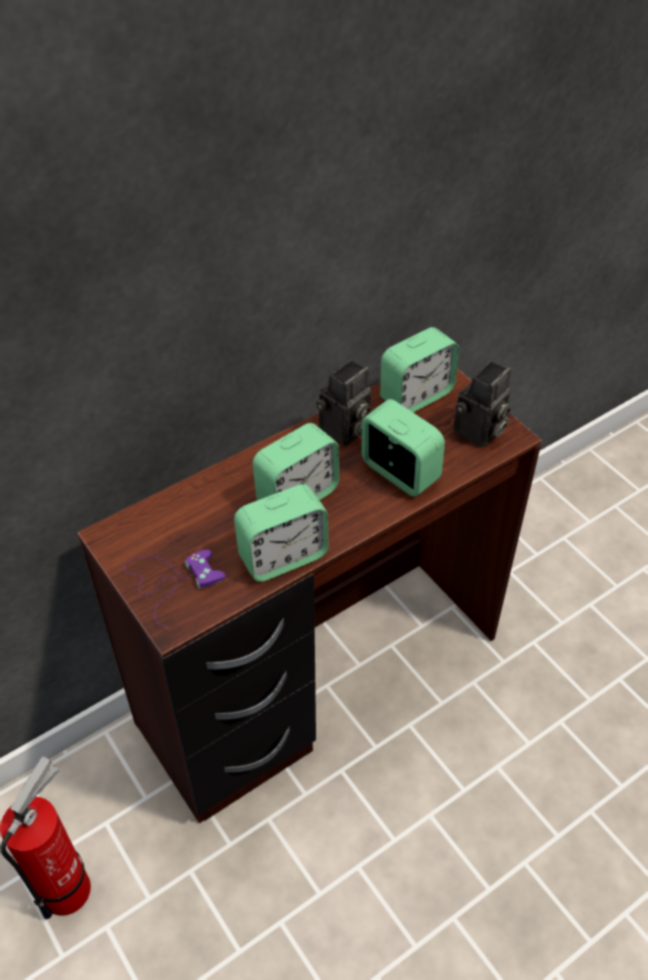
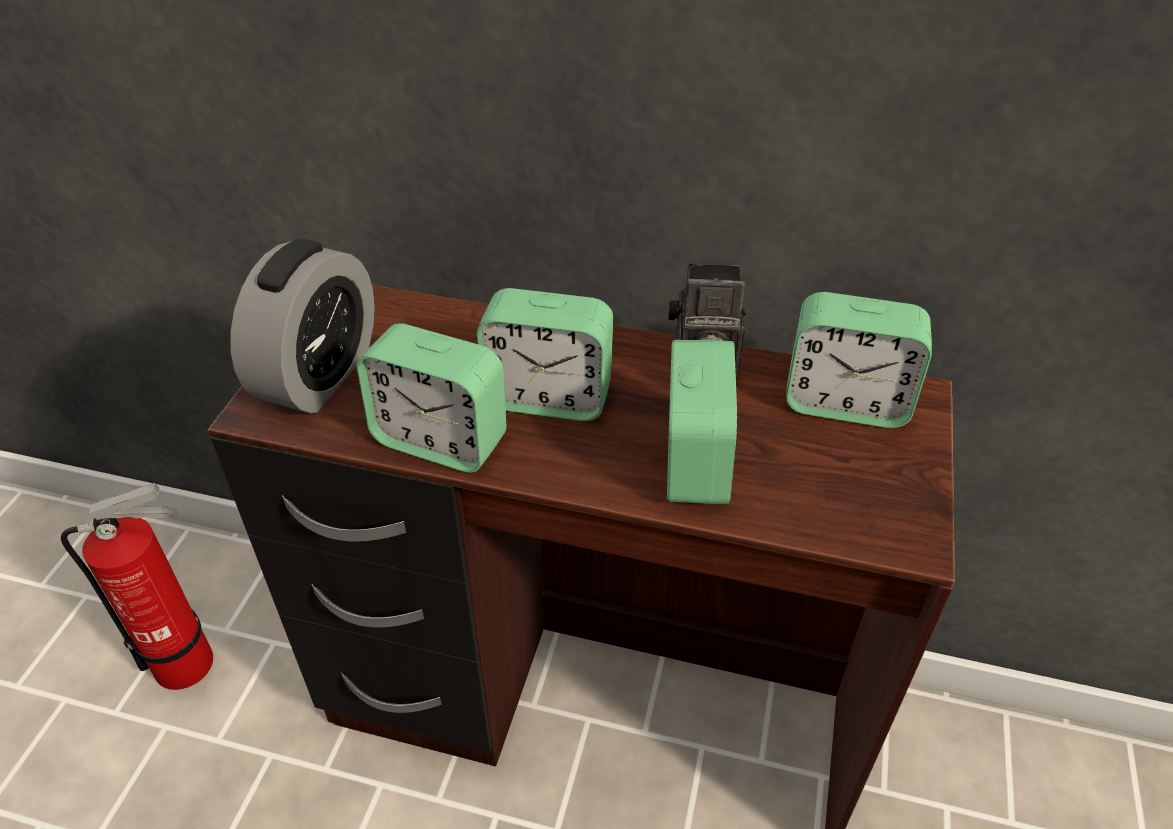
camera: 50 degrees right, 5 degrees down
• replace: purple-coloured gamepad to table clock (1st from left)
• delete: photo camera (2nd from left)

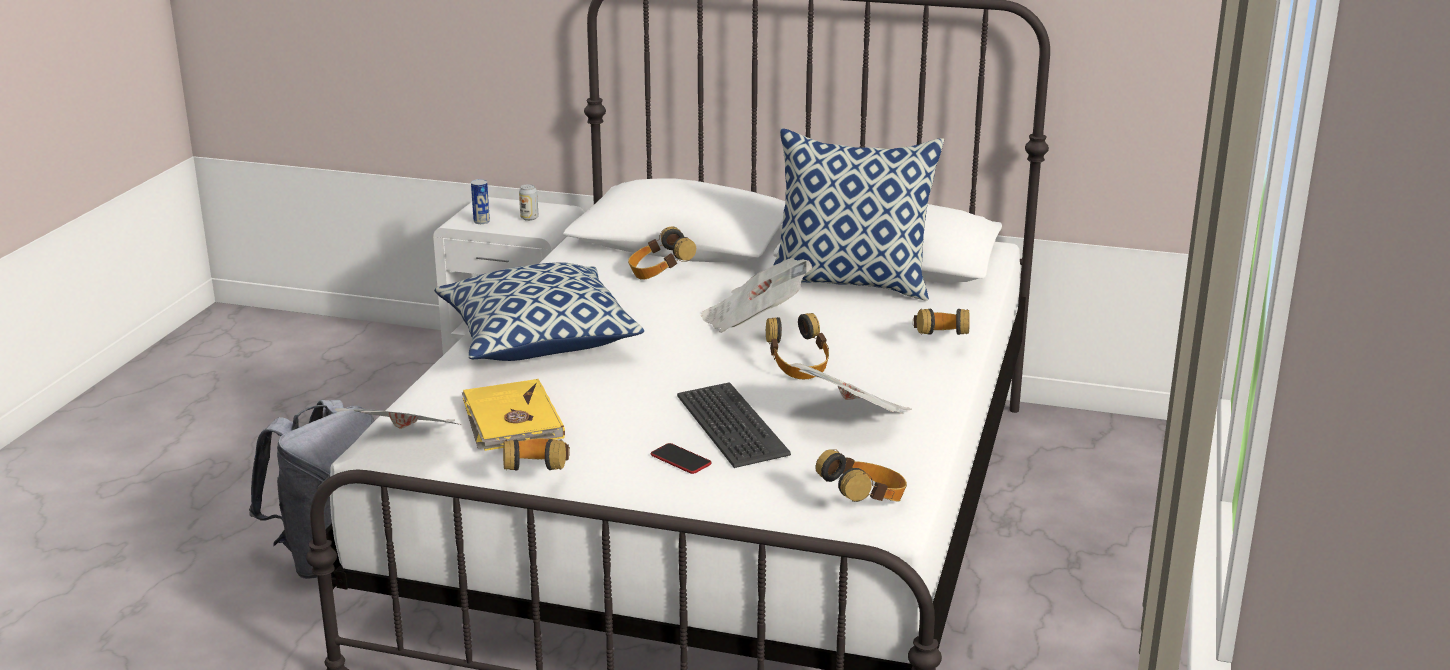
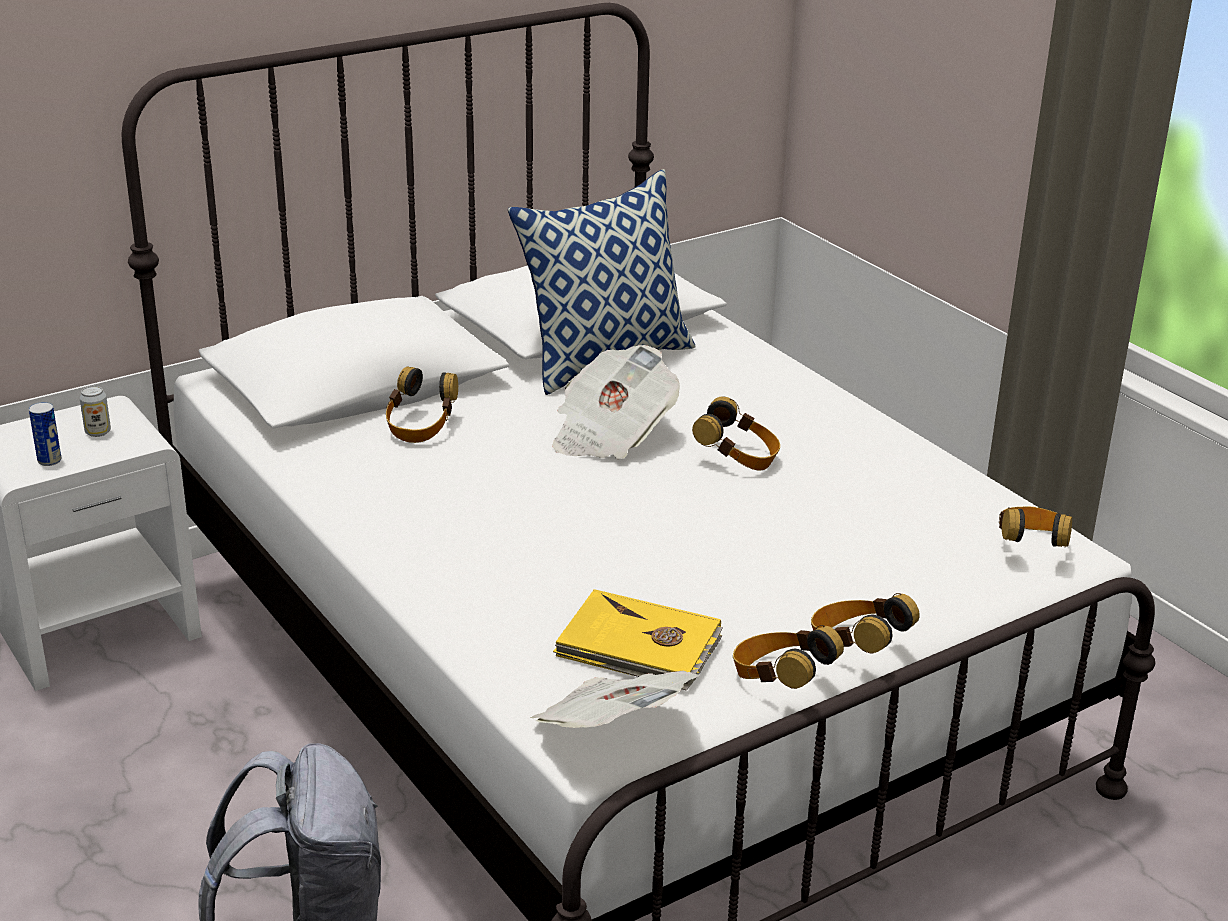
camera: 50 degrees left, 5 degrees up
• move: headphones (5th from left in the first image) to headphones (4th from left)
• delete: throw pillow (1st from left)
• delete: telephone
• delete: computer keyboard
• delete: newspaper (3rd from left)

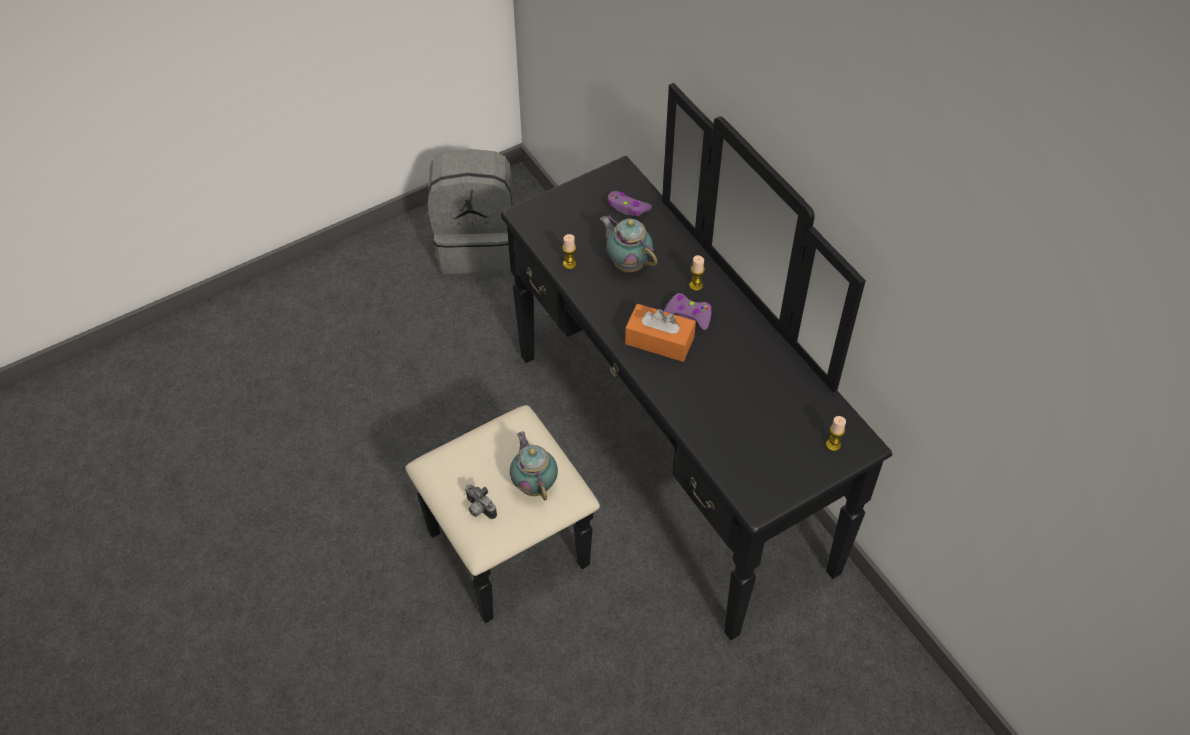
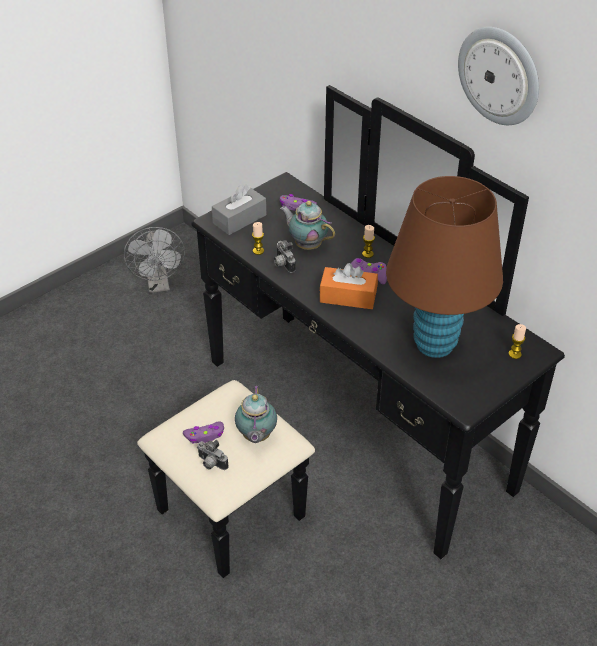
camera: 10 degrees left, 10 degrees down
• replace: gray knapsack to gray fan
• insert: purple-coloured gamepad (1st from left)
• insert: gray box of tissues
• rotate: tea pot (1st from left) 150 degrees counterclockwise
• insert: photo camera (2nd from left)
• insert: brownish lamp for a table
• insert: hanging clock

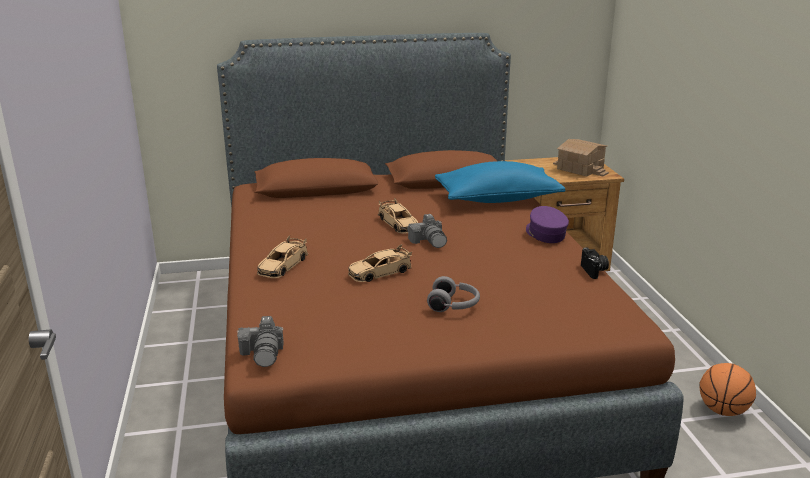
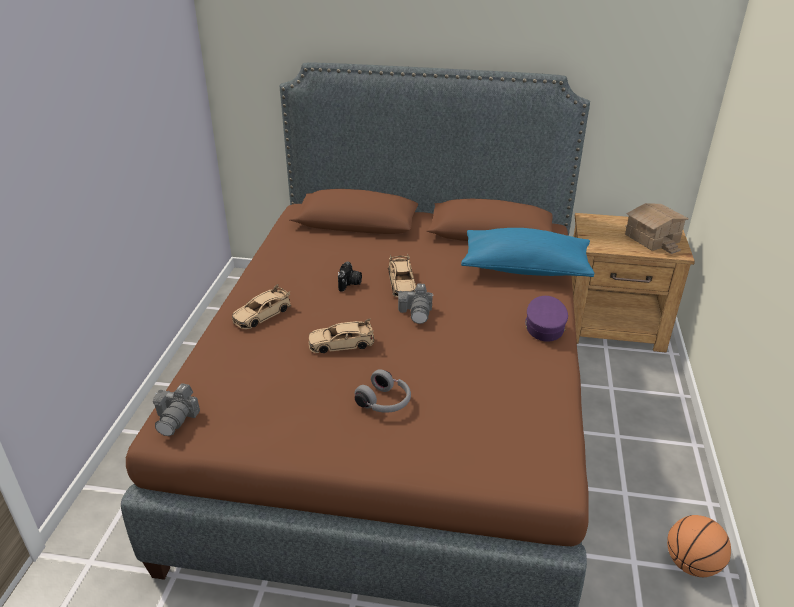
camera: 20 degrees right, 10 degrees up
• move: photo camera (3rd from left in the first image) to photo camera (2nd from left)

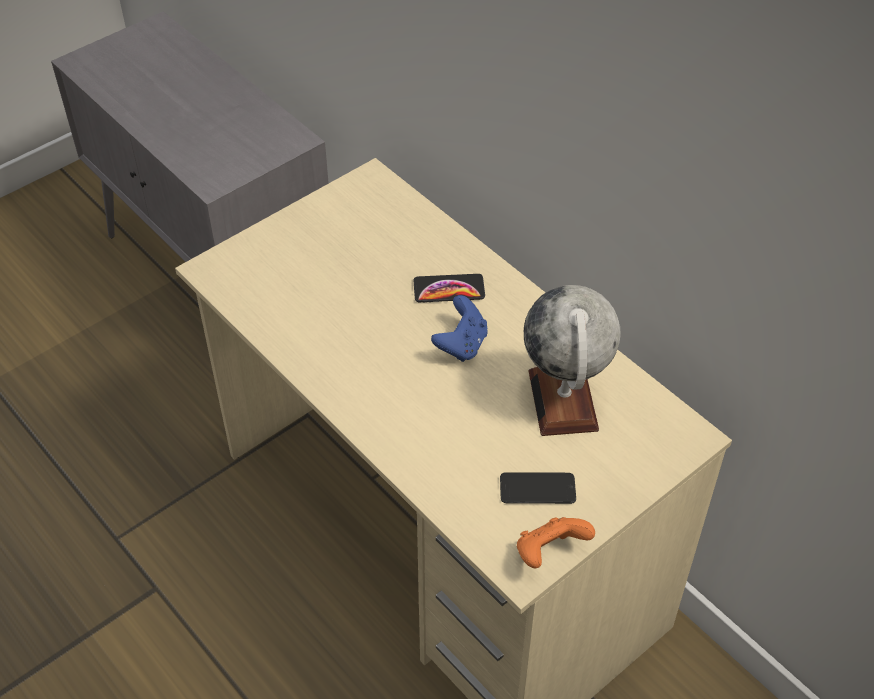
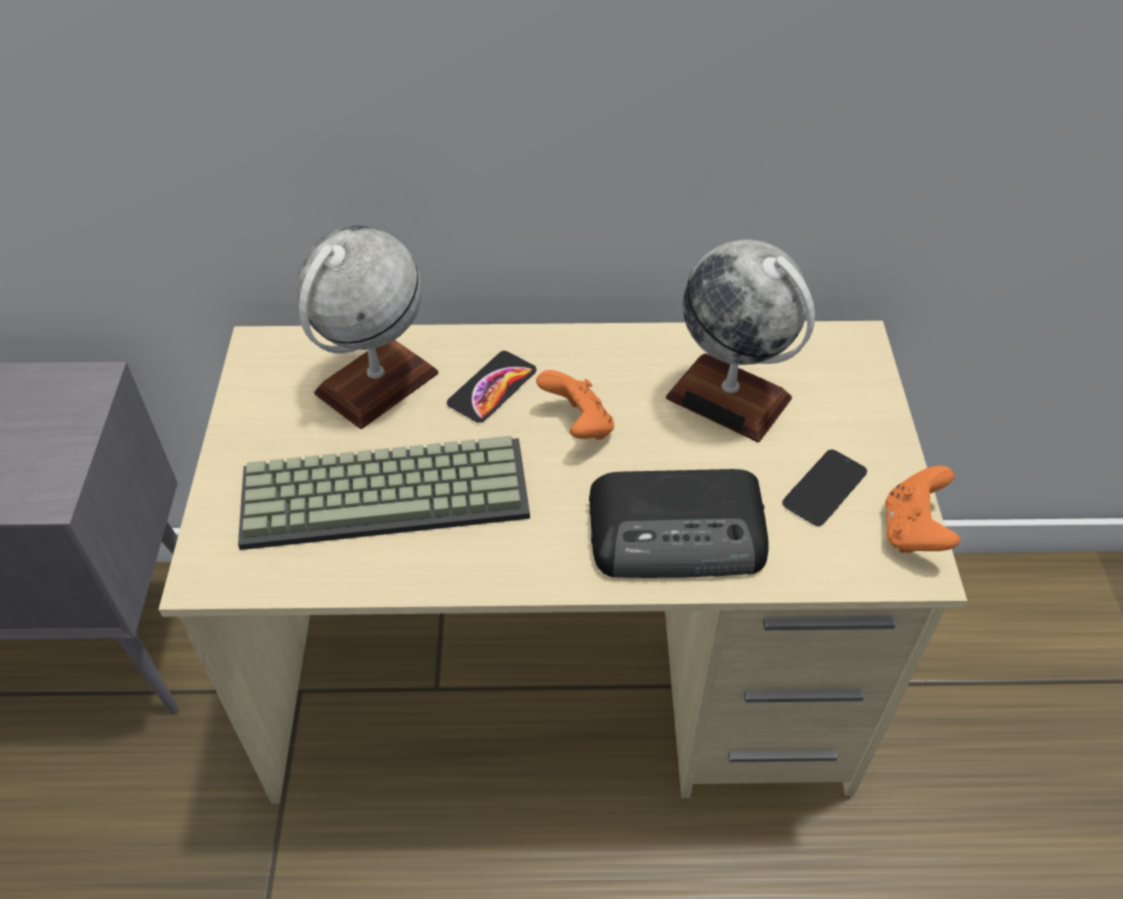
camera: 50 degrees left, 0 degrees up
• insert: computer keyboard
• insert: desk globe (1st from left)
• recolor: bluish gamepad to orangey gamepad (1st from left)
• insert: radio

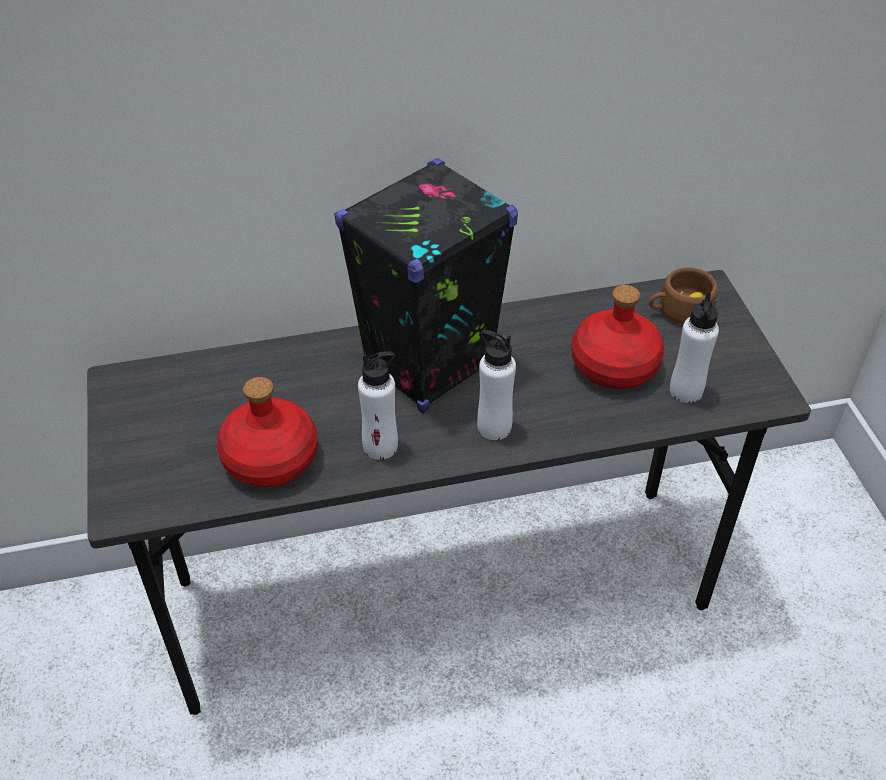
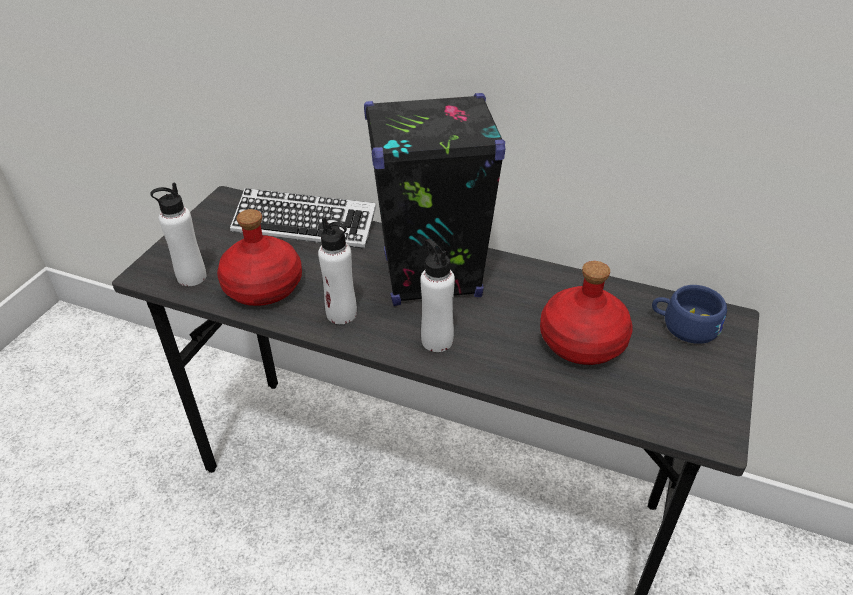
camera: 35 degrees right, 5 degrees down
• move: whitish drink bottle (3rd from left in the first image) to whitish drink bottle (1st from left)
• insert: computer keyboard
• recolor: brownish small cup to bluish small cup

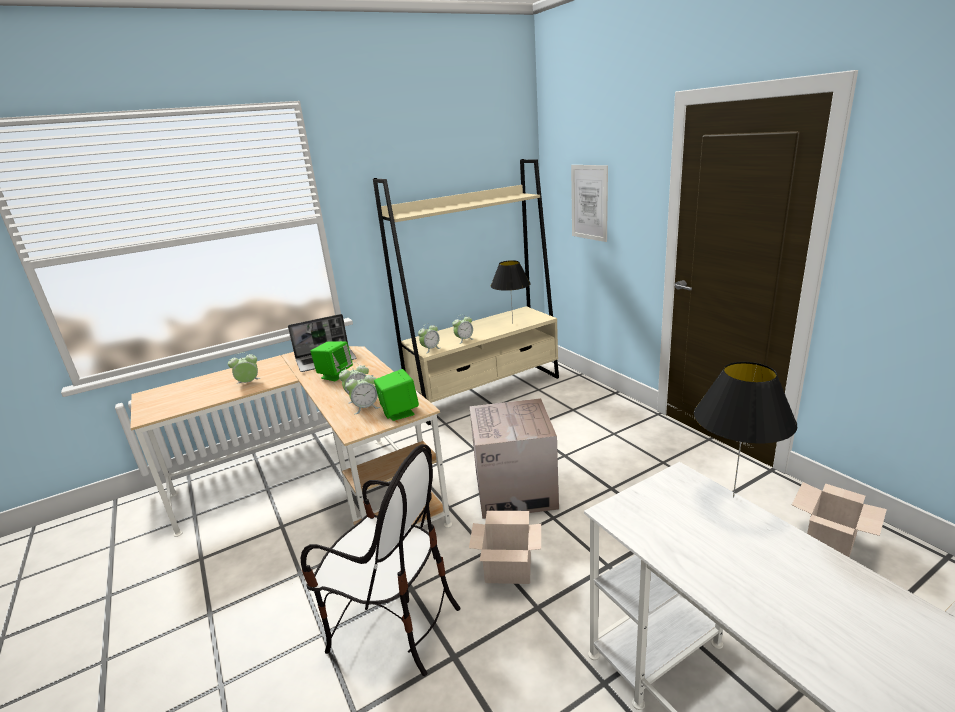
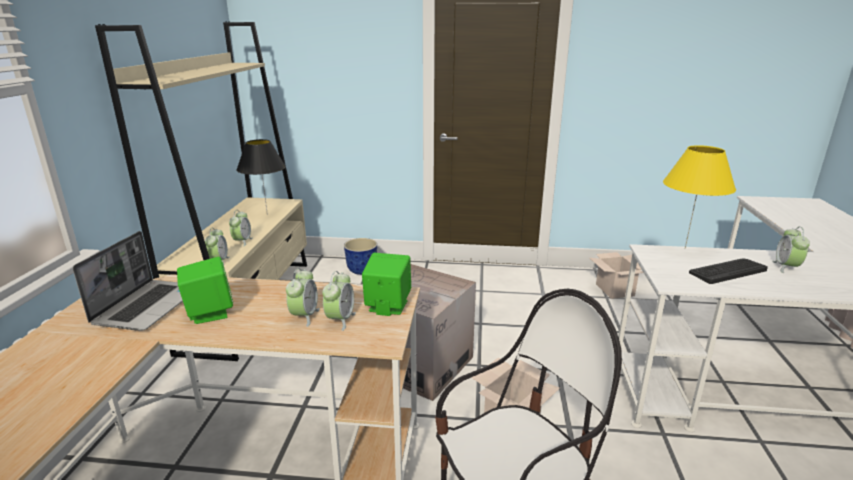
camera: 55 degrees left, 0 degrees up
• insert: plant pot
• recolor: black-coloured lamp for a table (2nd from left) to yellow-coloured lamp for a table
• insert: computer keyboard
• move: table clock (1st from left in the first image) to table clock (5th from left)
• delete: wall picture

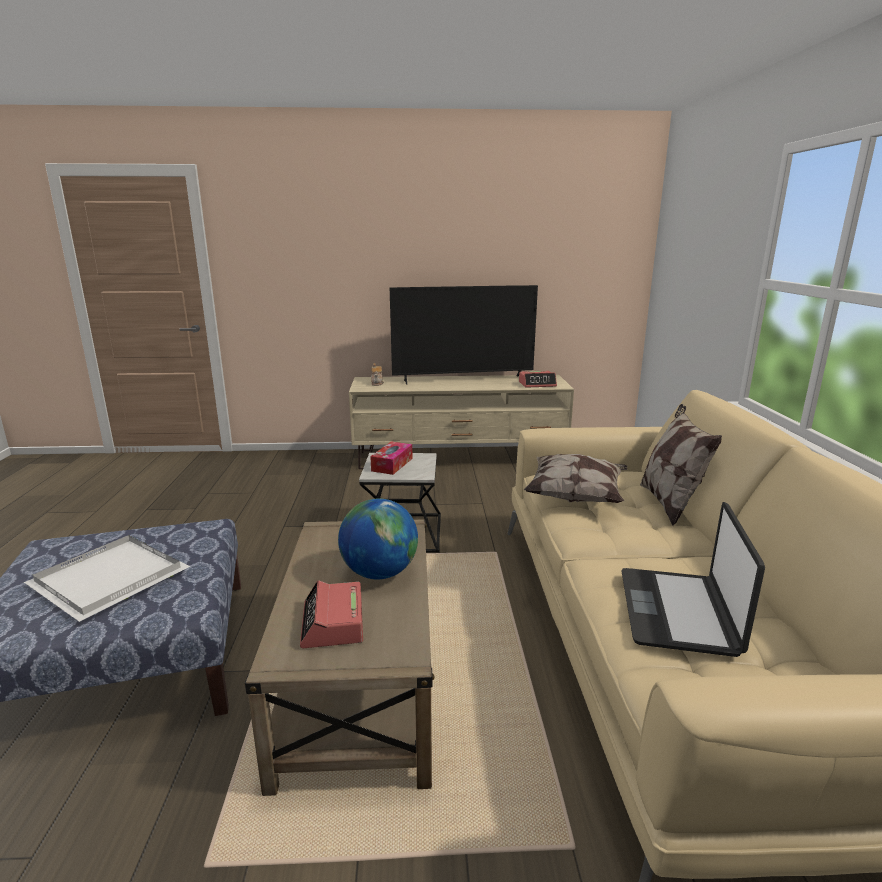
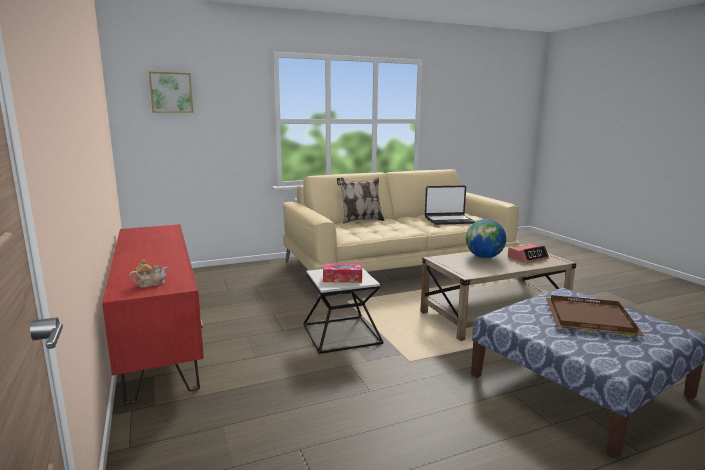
camera: 110 degrees left, 5 degrees down
• recolor: beige tv unit to reddish tv unit
• insert: wall picture
• recolor: whitish serving tray to brownish serving tray
• delete: TV
• delete: table clock (2nd from left)
• delete: throw pillow (1st from left)

